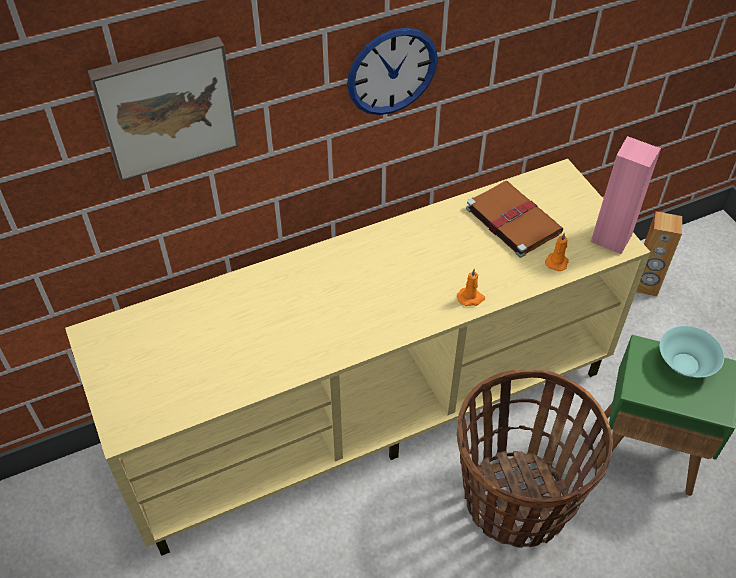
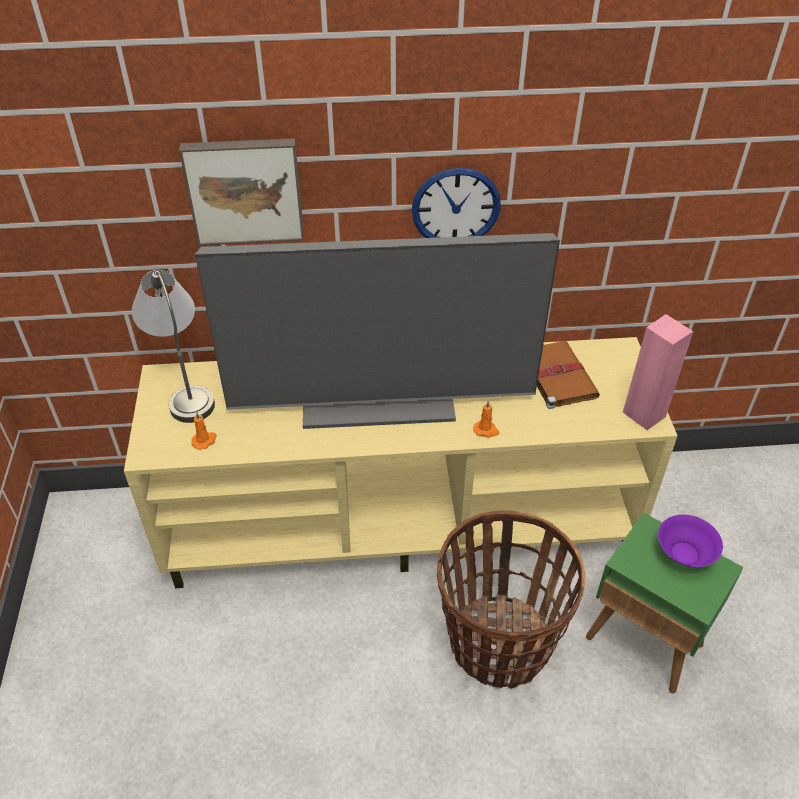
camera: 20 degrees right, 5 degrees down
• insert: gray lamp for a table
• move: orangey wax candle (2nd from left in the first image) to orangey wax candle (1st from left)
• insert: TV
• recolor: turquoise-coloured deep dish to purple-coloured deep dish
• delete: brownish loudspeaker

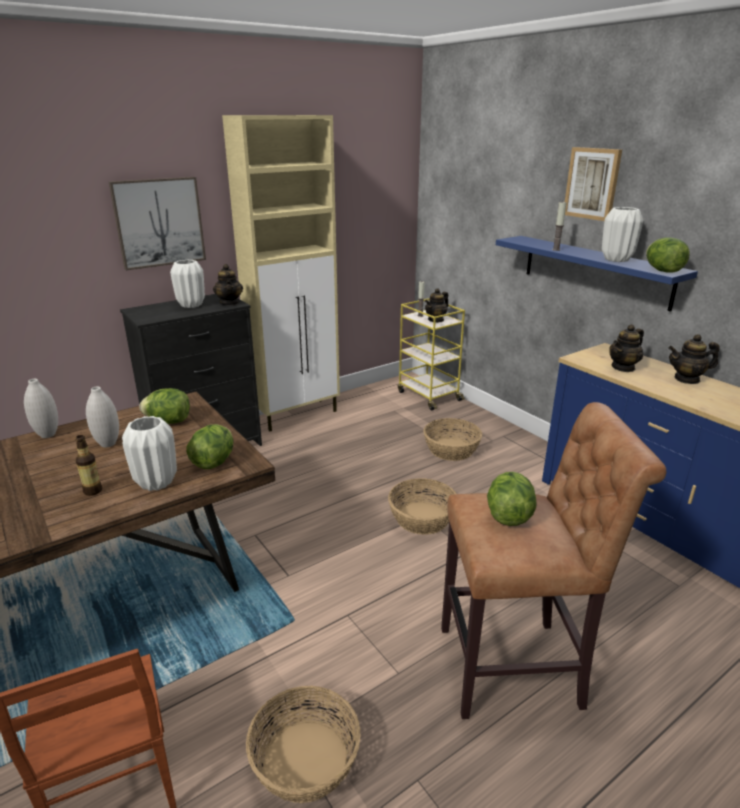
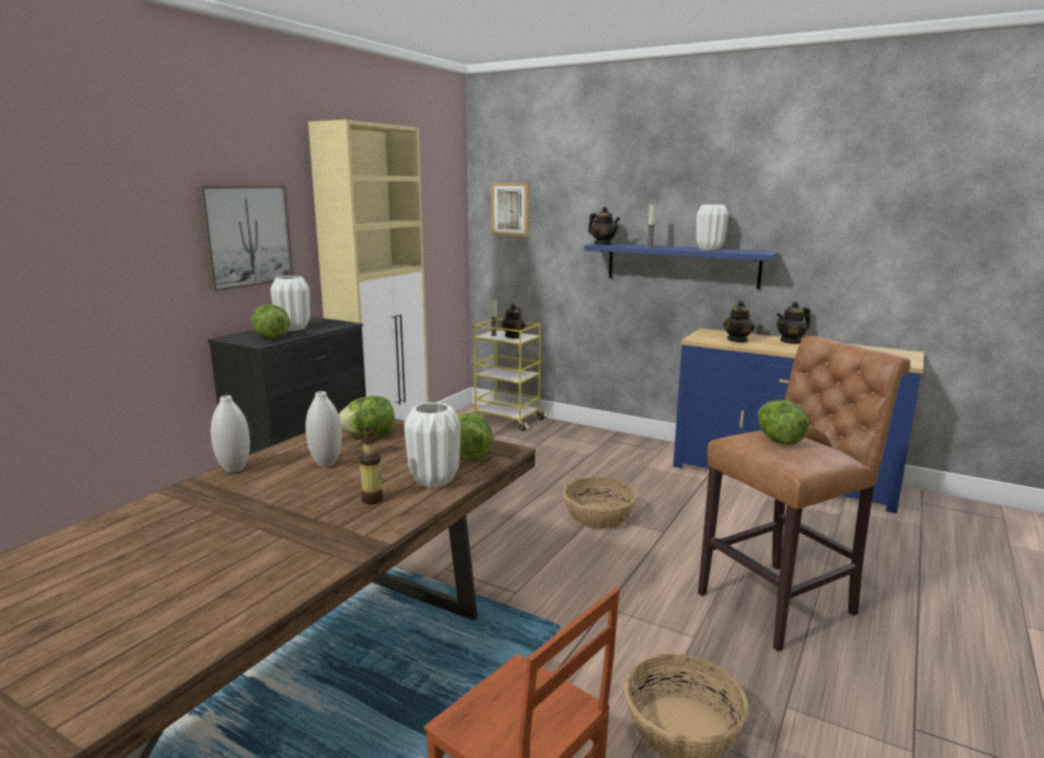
camera: 25 degrees left, 10 degrees down
• move: lettuce (4th from left in the first image) to lettuce (1st from left)
• move: wall picture (2nd from left)
• move: tea pot (1st from left in the first image) to tea pot (2nd from left)
• delete: basket (3rd from left)

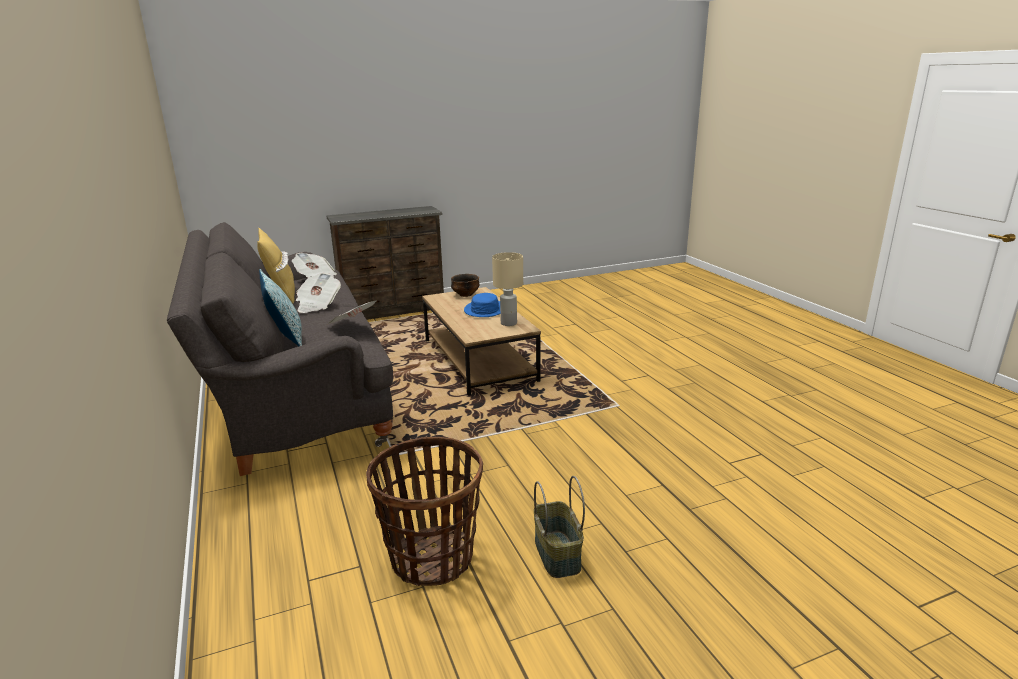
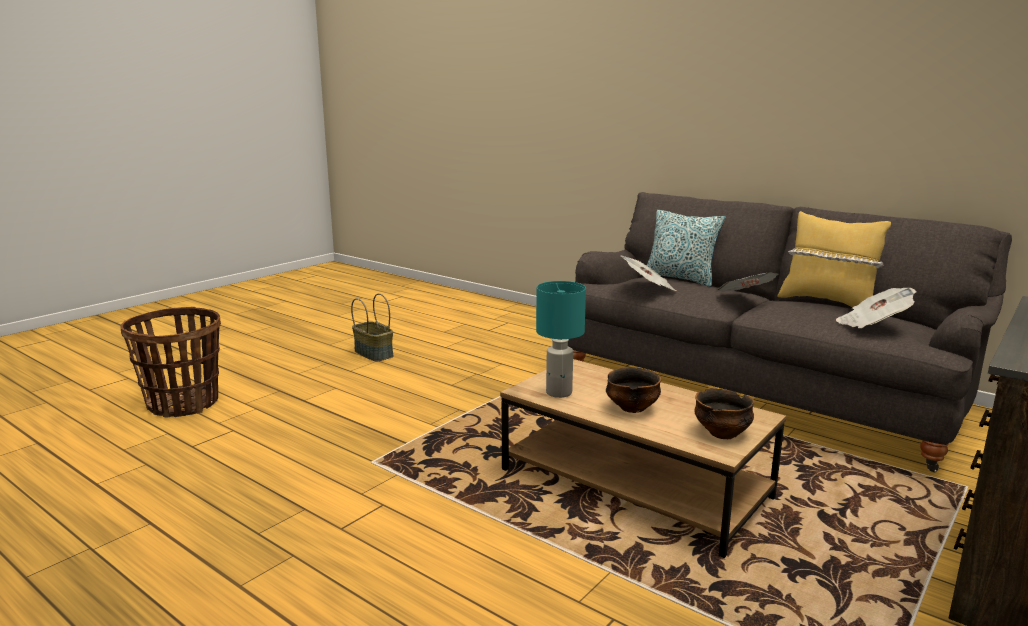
camera: 150 degrees right, 5 degrees down
• move: basket (1st from left)
• recolor: beige lamp for a table to turquoise-coloured lamp for a table
• replace: bluish clothing hat to deep dish (1st from left)

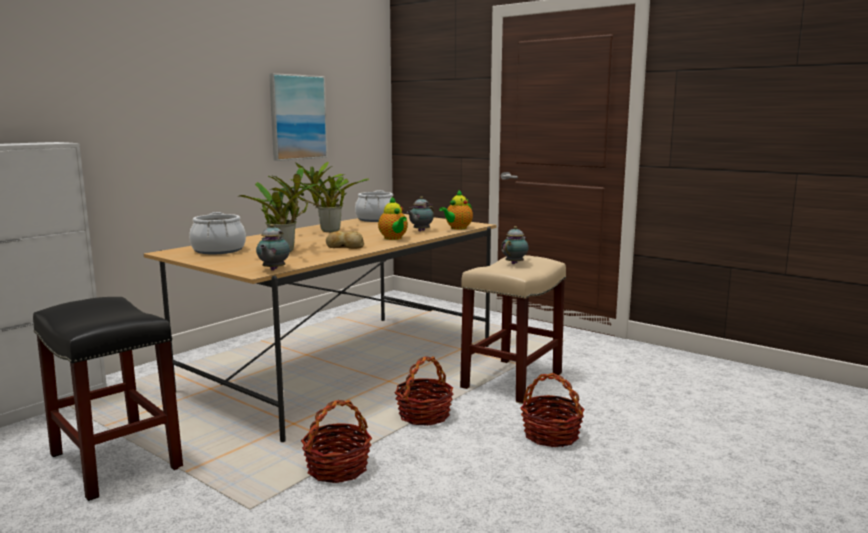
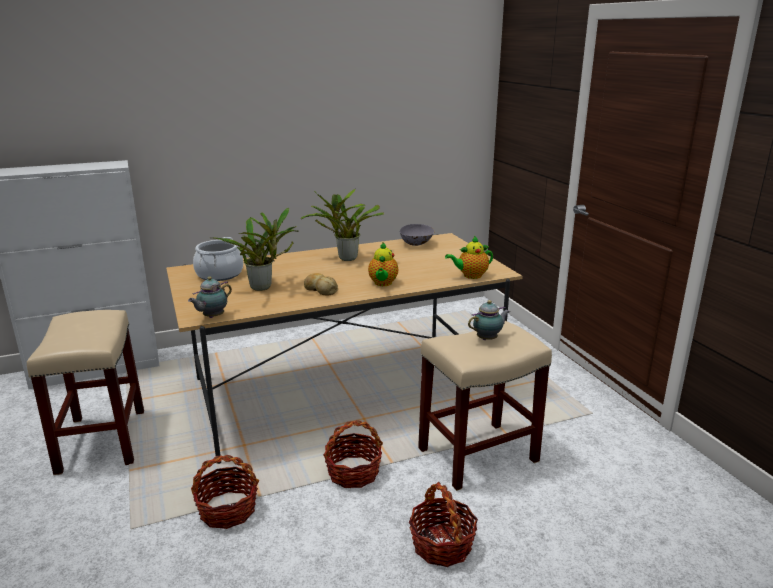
camera: 30 degrees right, 10 degrees up
• recolor: black-coloured stool to beige stool (1st from left)
• replace: stockpot (2nd from left) to gray deep dish
• delete: wall picture
• delete: tea pot (3rd from left)

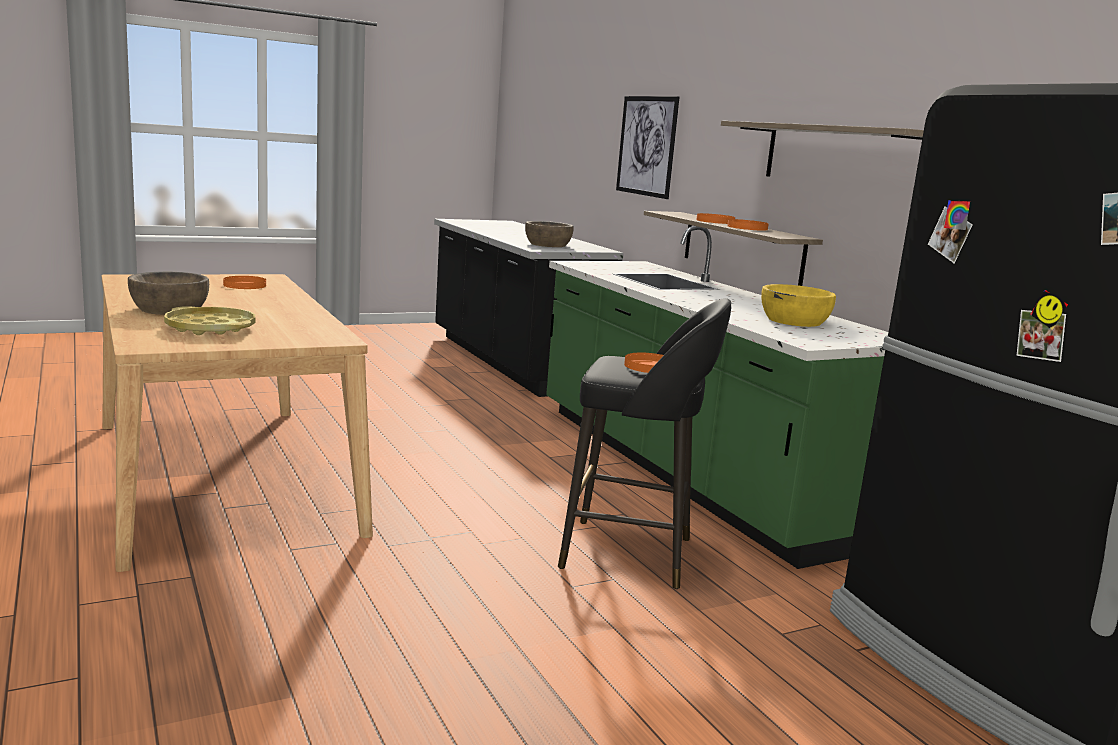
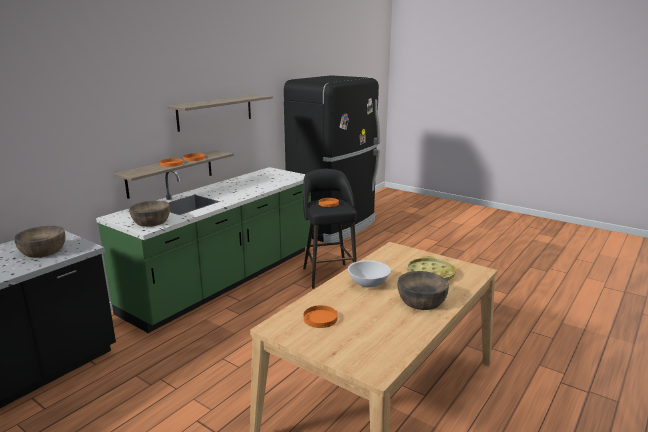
camera: 115 degrees left, 5 degrees up
• insert: brownish deep dish (2nd from left)
• insert: whitish deep dish
• delete: wall picture
• delete: yellow-coloured deep dish

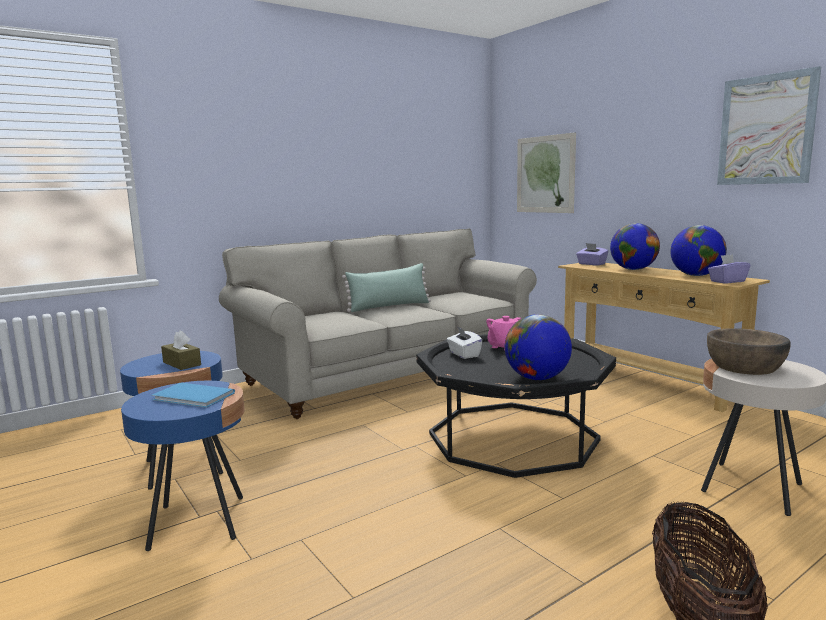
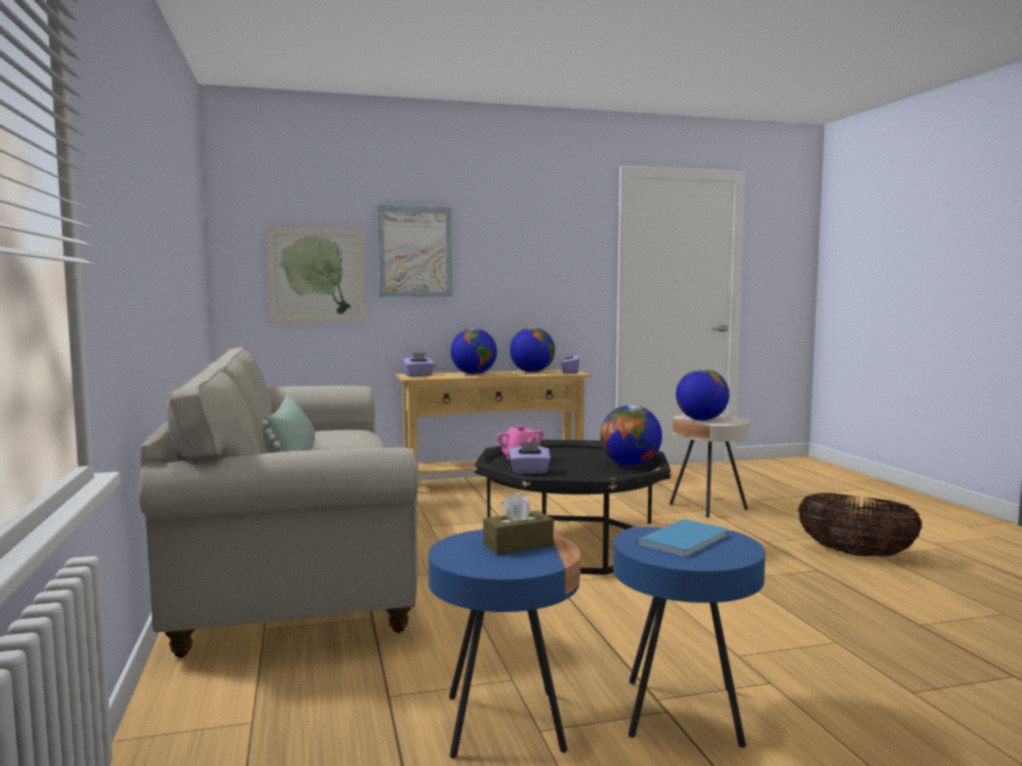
camera: 70 degrees left, 5 degrees down
• move: wall picture (2nd from left)
• recolor: whitish box of tissues to purple-coloured box of tissues (2nd from left)
• replace: brownish deep dish to desk globe (4th from left)

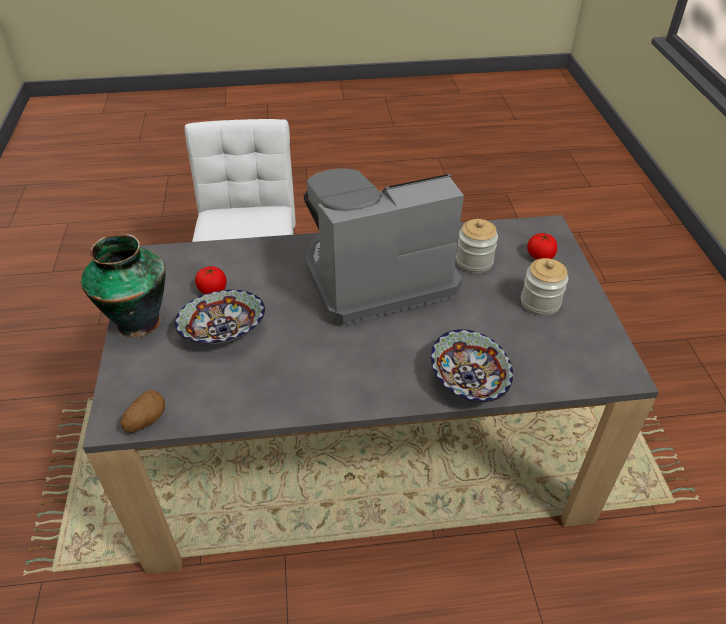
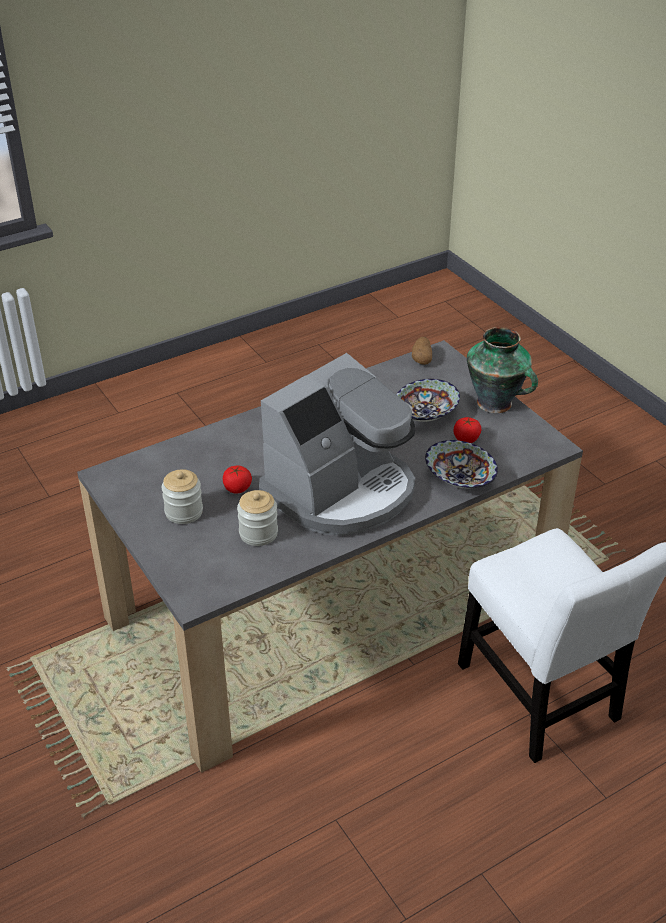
camera: 155 degrees right, 5 degrees down
• move: fresh tomato (2nd from left in the first image) to fresh tomato (1st from left)
• move: deep dish (2nd from left)

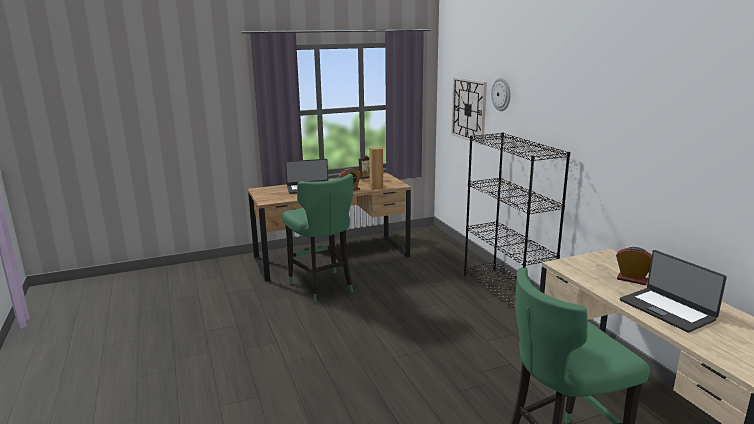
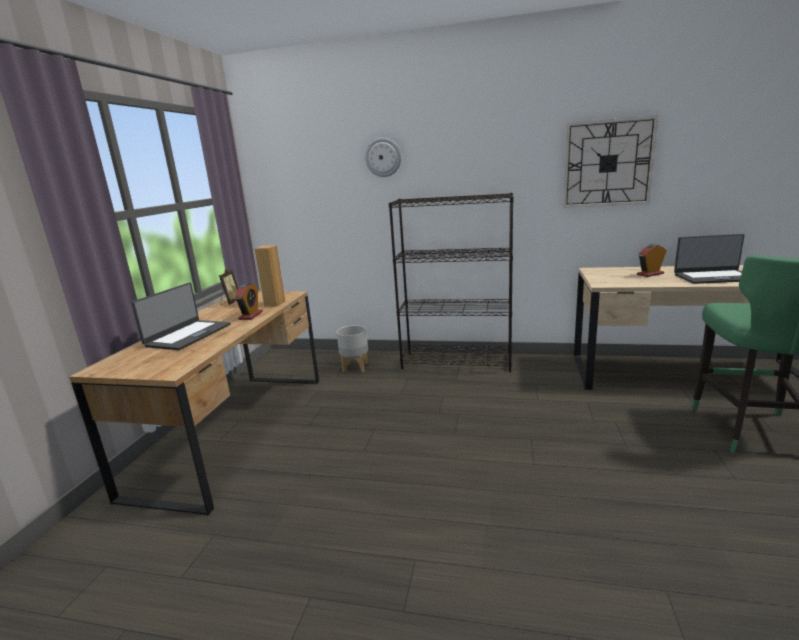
camera: 55 degrees left, 0 degrees up
• insert: gray plant pot
• move: hanging clock (1st from left in the first image) to hanging clock (2nd from left)
• delete: green stool (1st from left)

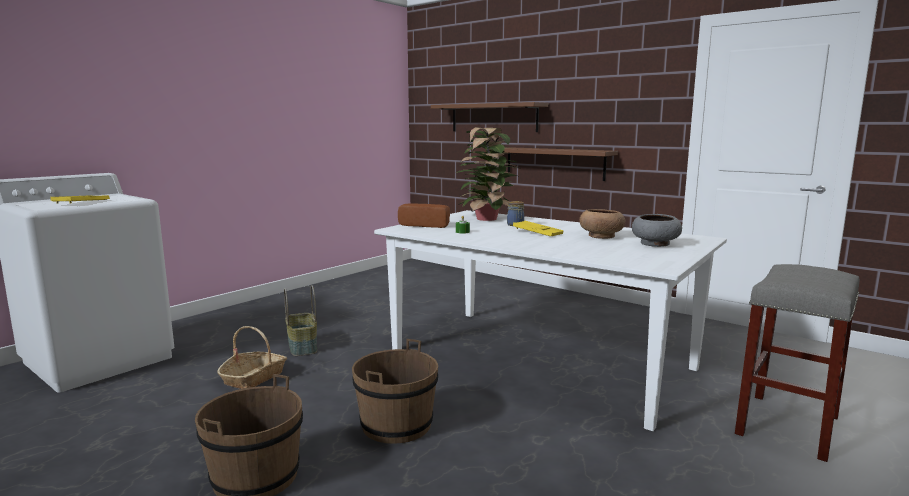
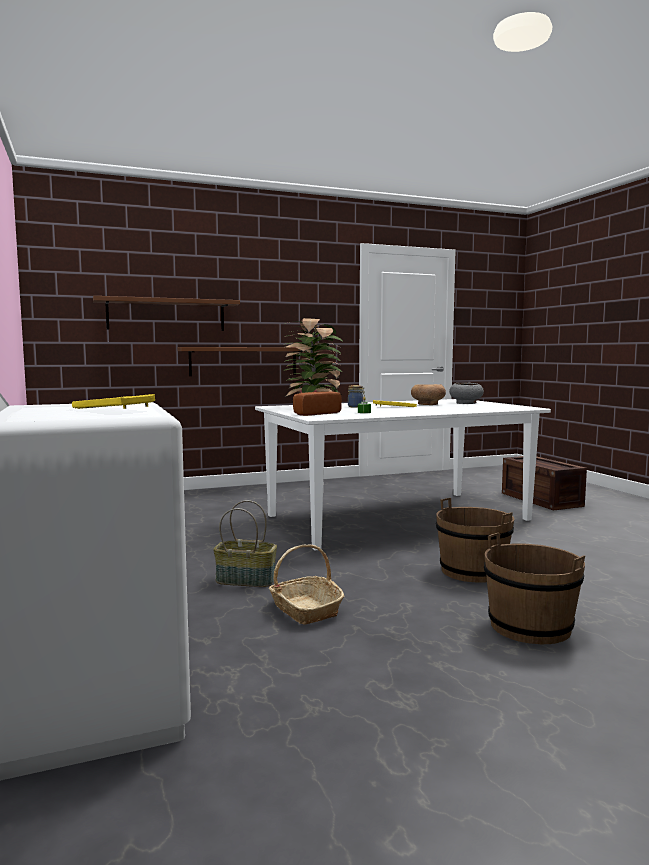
camera: 60 degrees left, 5 degrees down
• replace: gray stool to crate

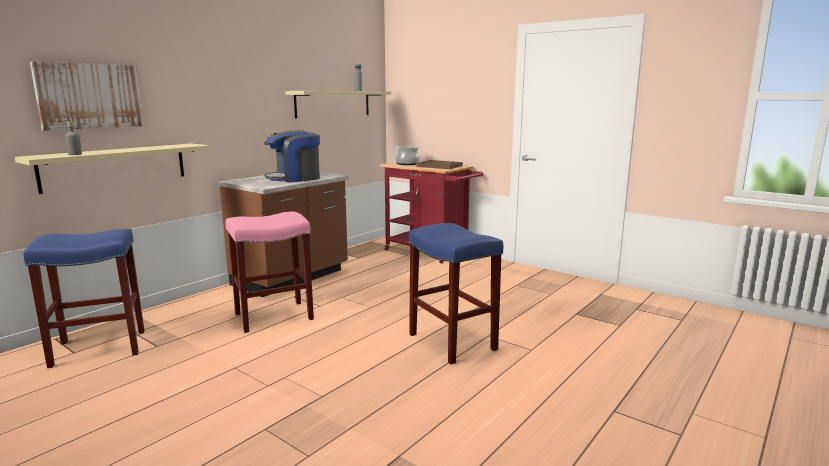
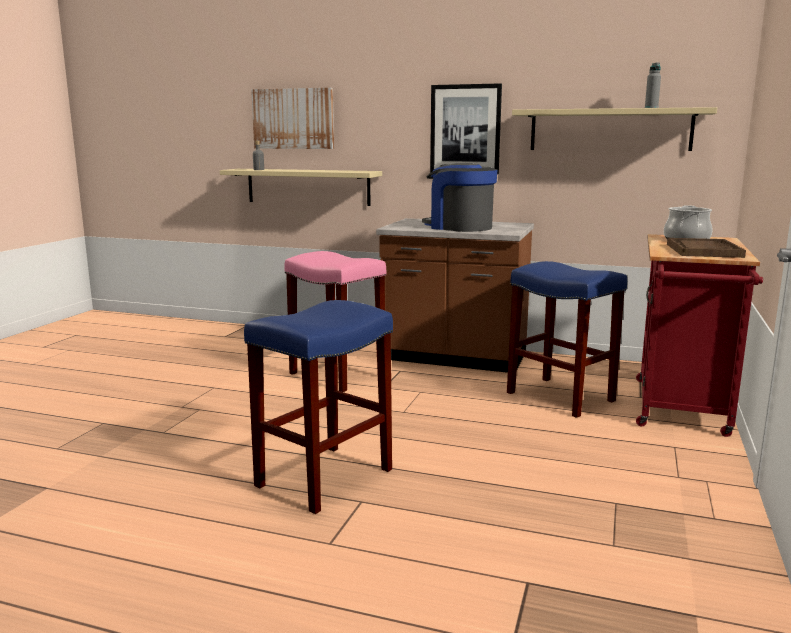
camera: 70 degrees right, 0 degrees up
• insert: wall picture (2nd from left)
• move: bluish stool (1st from left in the first image) to bluish stool (2nd from left)

